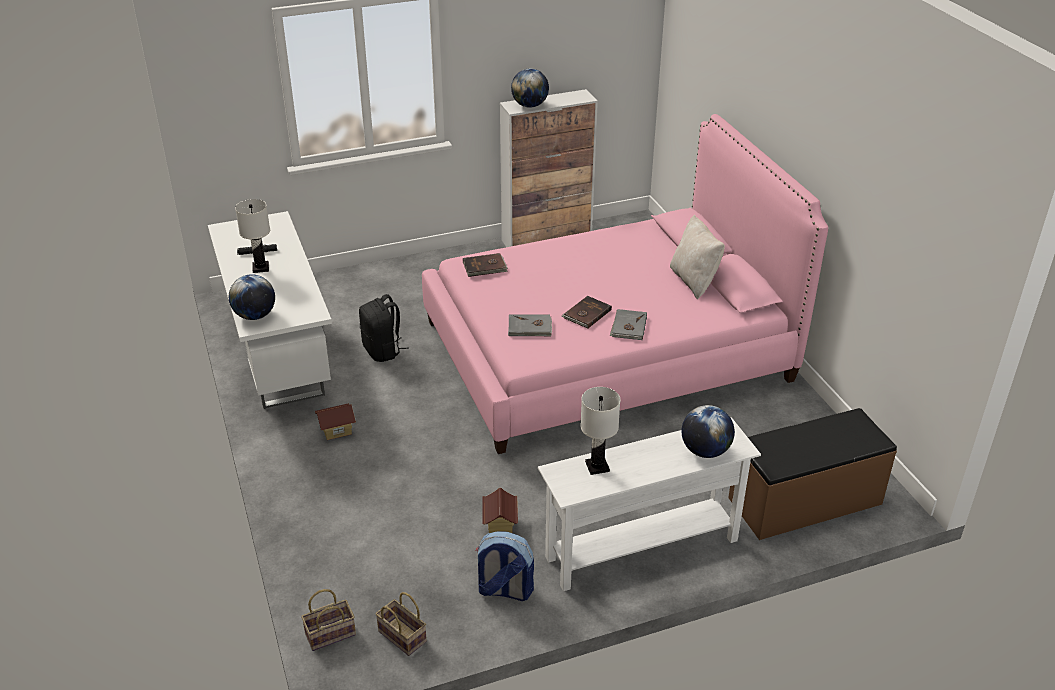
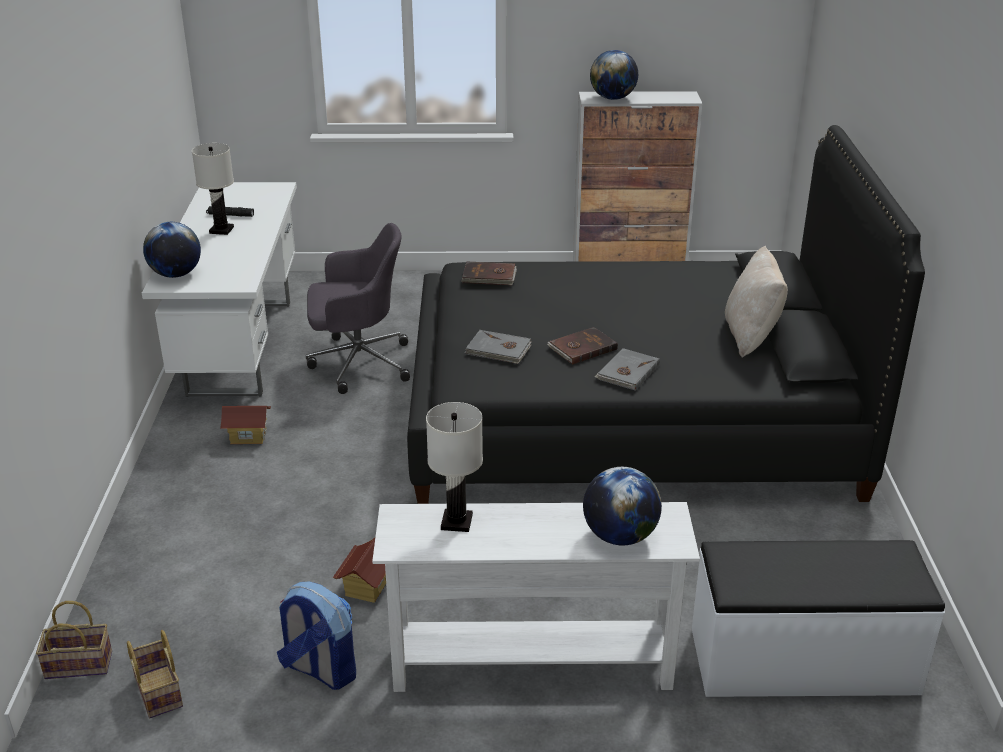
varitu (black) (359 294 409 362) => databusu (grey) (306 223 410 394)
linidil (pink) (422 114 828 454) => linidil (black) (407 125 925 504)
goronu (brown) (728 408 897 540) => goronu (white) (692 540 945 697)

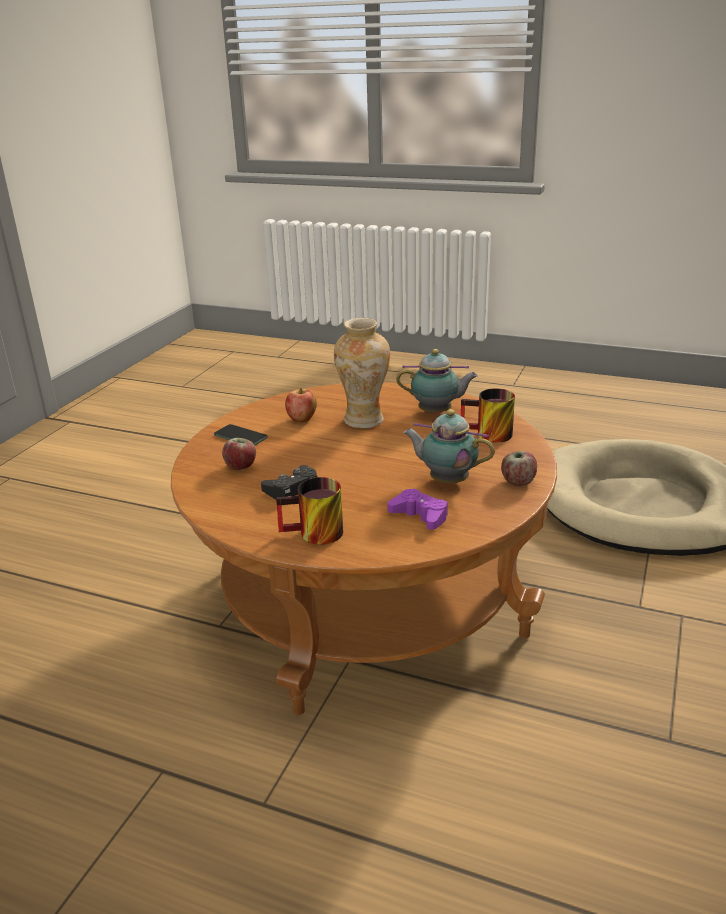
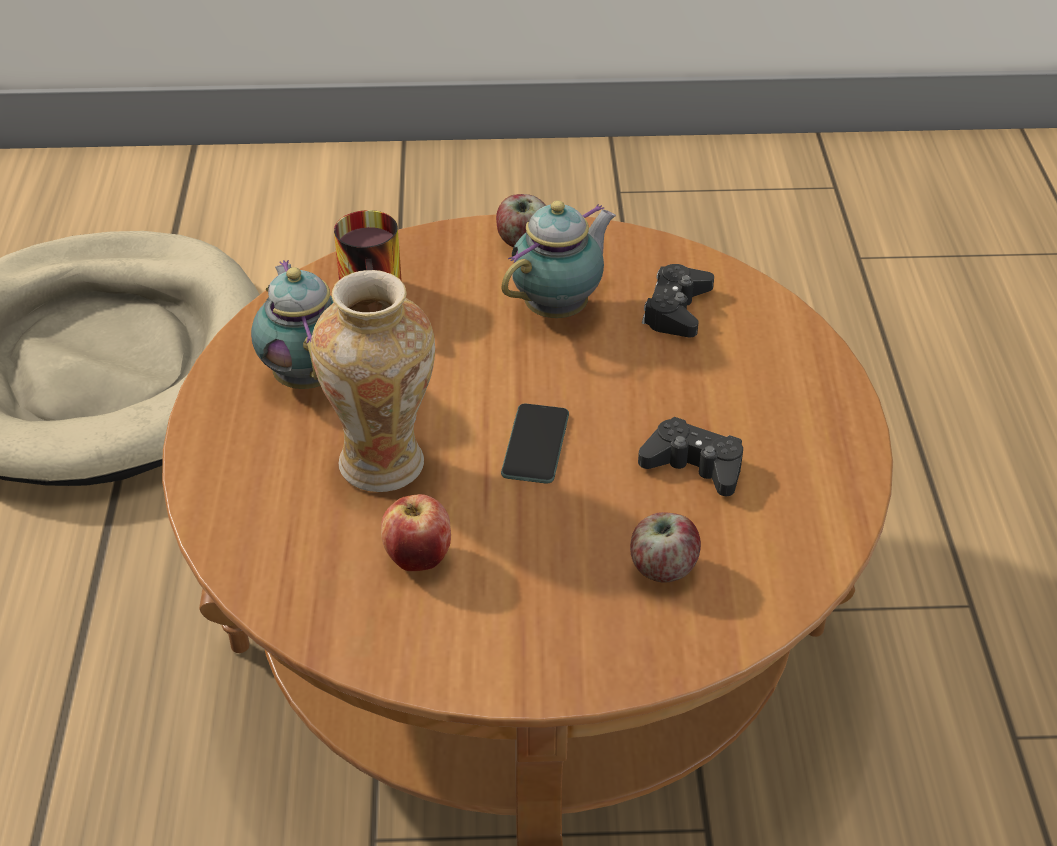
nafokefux (214 424 268 445) => nafokefux (501 404 569 484), shifted
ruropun (276 477 343 545) => nothing
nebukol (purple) (387 489 448 530) => nebukol (black) (642 264 714 337)
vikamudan (403 409 495 483) => vikamudan (501 200 616 318), 135 degrees counterclockwise

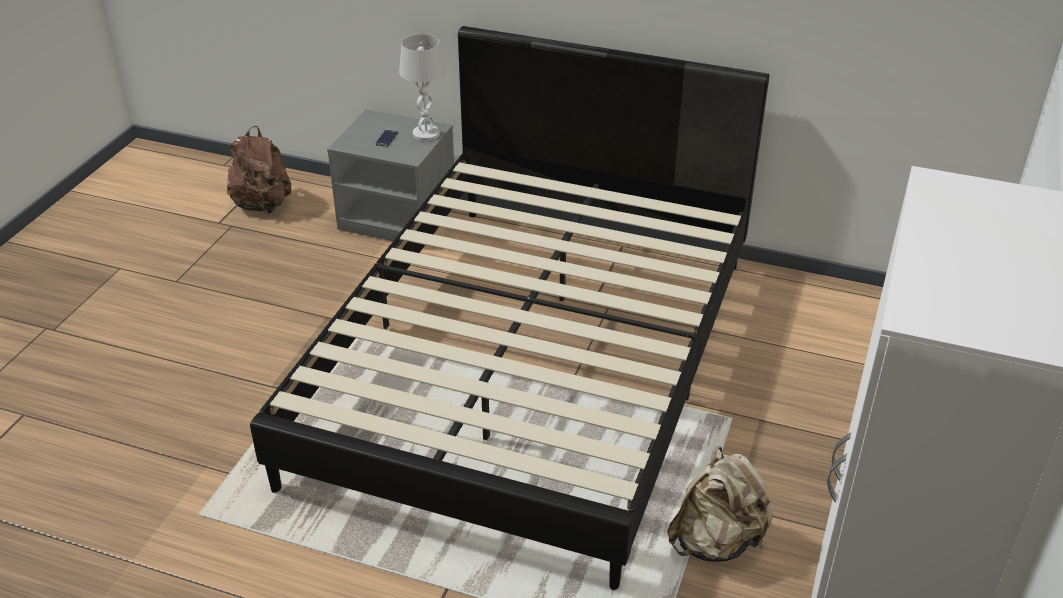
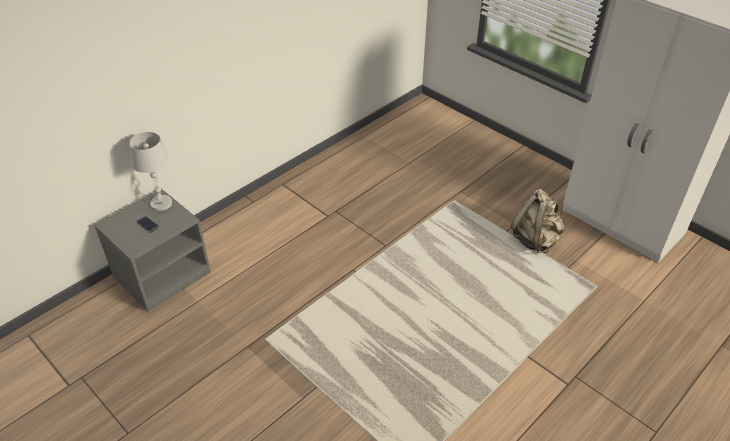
varitu (brown) (227 126 291 214) => nothing
linidil (black) (250 26 769 590) => nothing

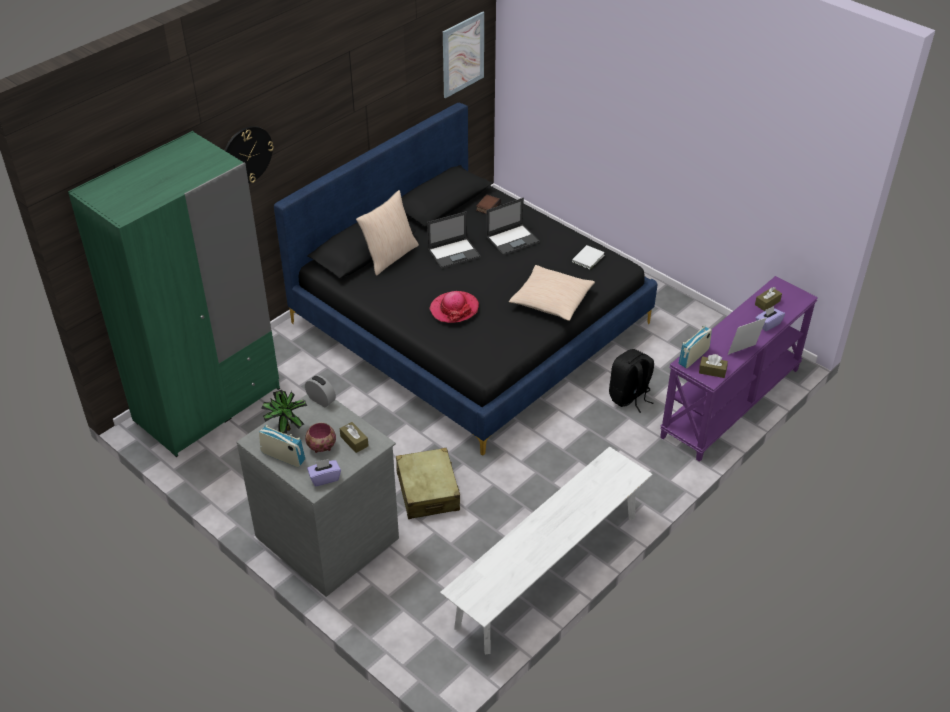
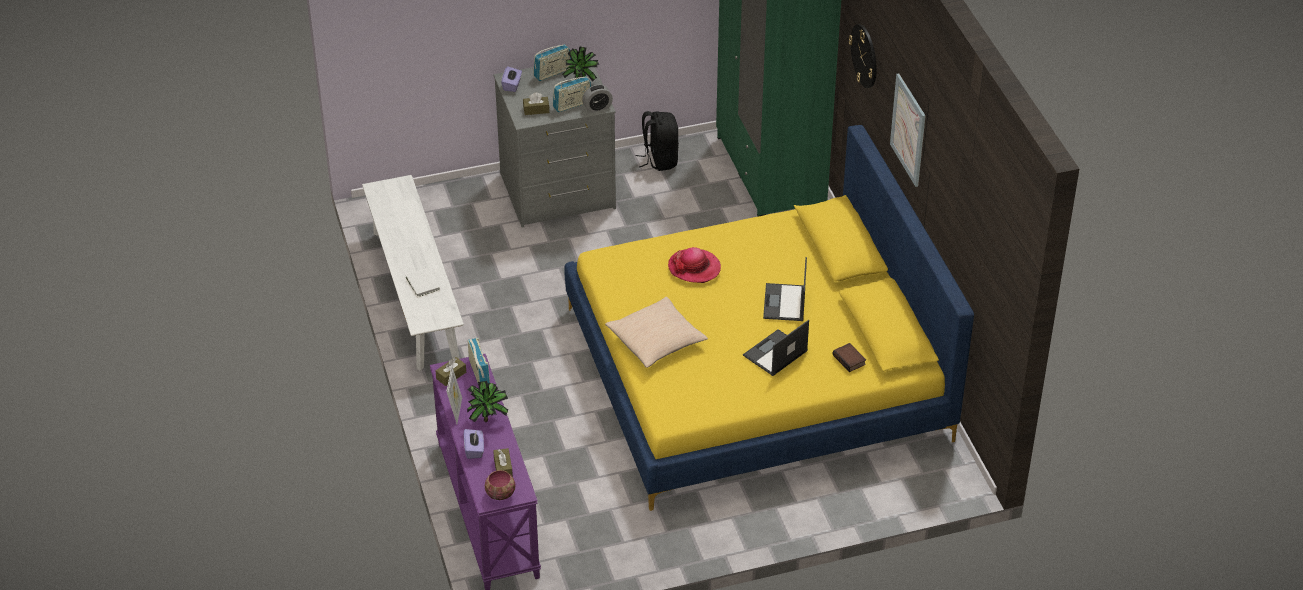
linidil (black) (274 103 658 456) => linidil (yellow) (564 125 974 511)
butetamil (305 423 336 453) => butetamil (485 470 515 500), shifted
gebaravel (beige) (356 190 419 276) => nothing
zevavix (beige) (396 448 460 519) => nothing
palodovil (443 11 484 98) => palodovil (890 73 926 187), shifted
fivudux (486 198 540 256) => fivudux (743 320 809 376), 45 degrees clockwise
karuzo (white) (572 245 605 270) => karuzo (white) (406 268 440 297), shifted
varitu (black) (609 349 654 413) => varitu (black) (636 111 679 171), shifted
nothing => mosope (467 381 508 422)
nothing => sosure (553 76 591 112)

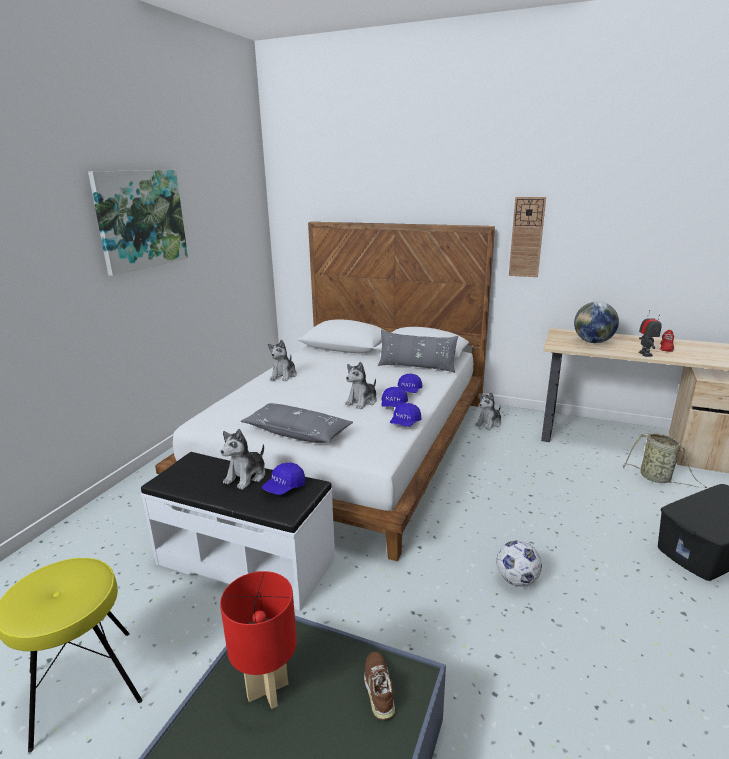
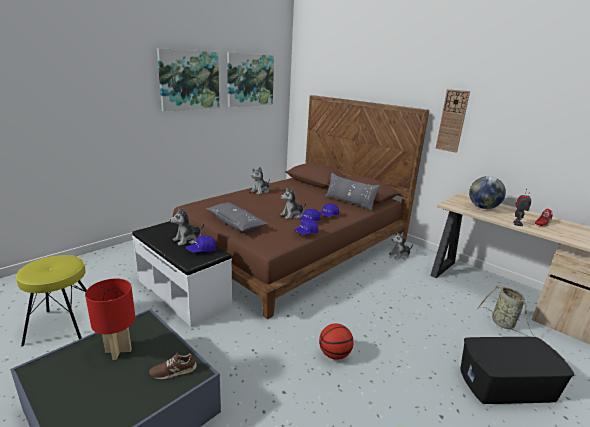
linidil (white) (155 222 495 561) => linidil (brown) (173 95 429 319)
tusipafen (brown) (364 652 395 720) => tusipafen (brown) (149 353 197 380), 120 degrees counterclockwise
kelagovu (496 540 542 587) => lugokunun (319 323 354 360)
nothing => palodovil (227 52 274 107)

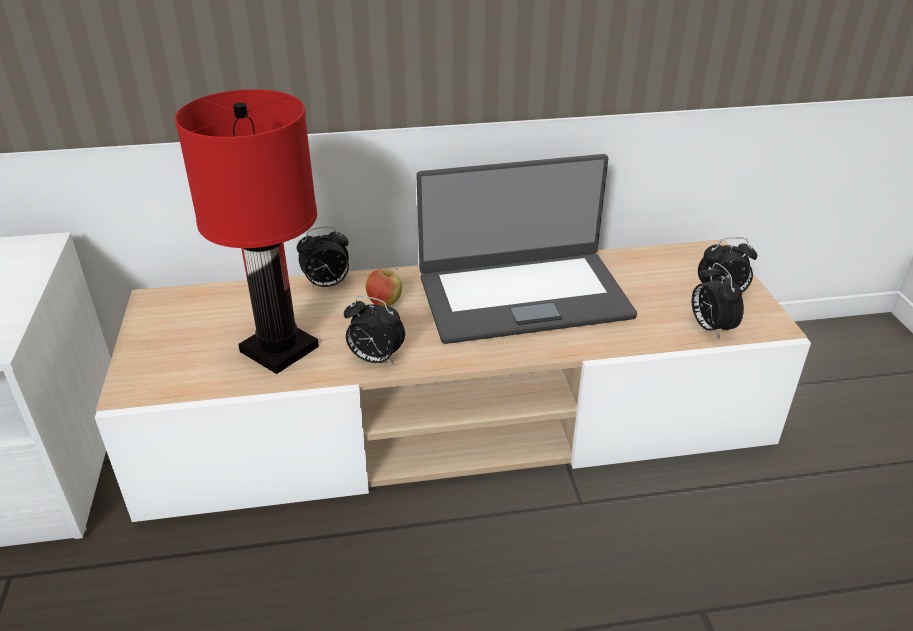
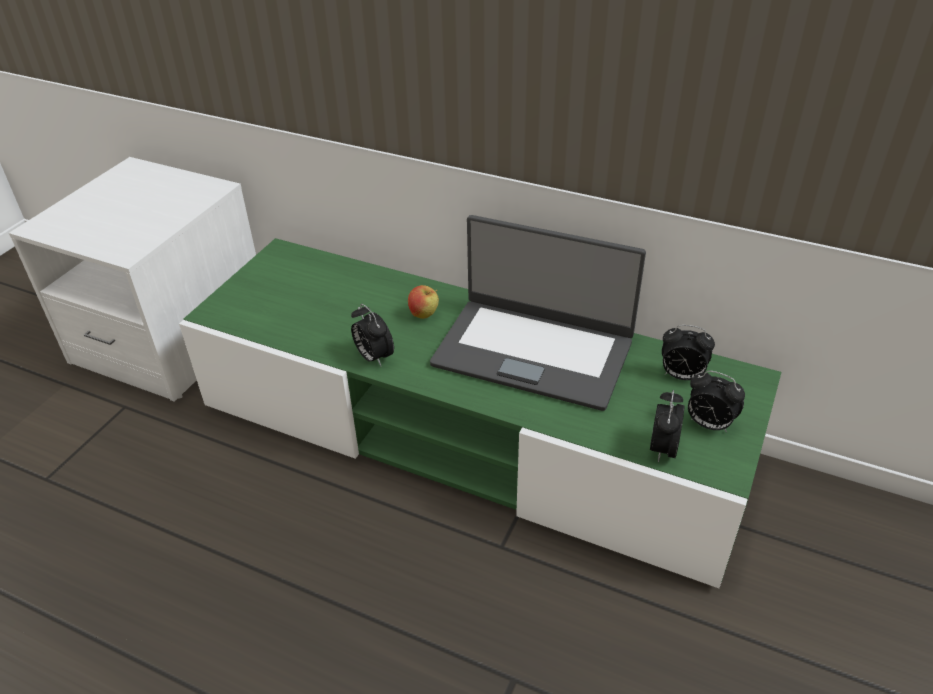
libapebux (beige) (95 239 811 522) => libapebux (green) (179 238 781 588)
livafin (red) (175 89 319 374) => nothing
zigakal (297 226 349 289) => zigakal (662 325 715 380), shifted

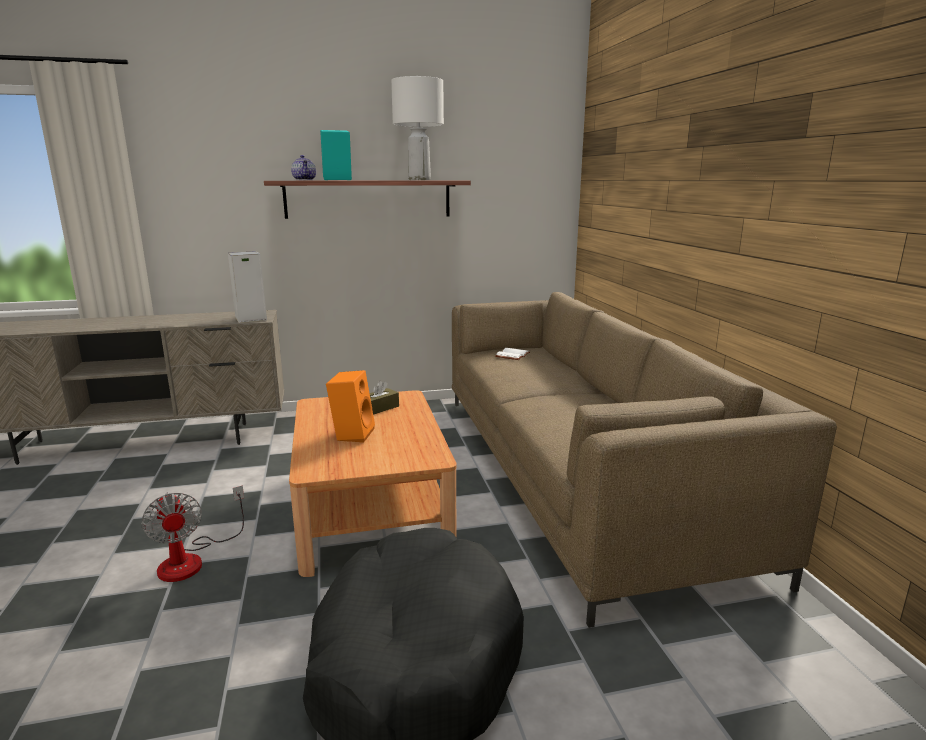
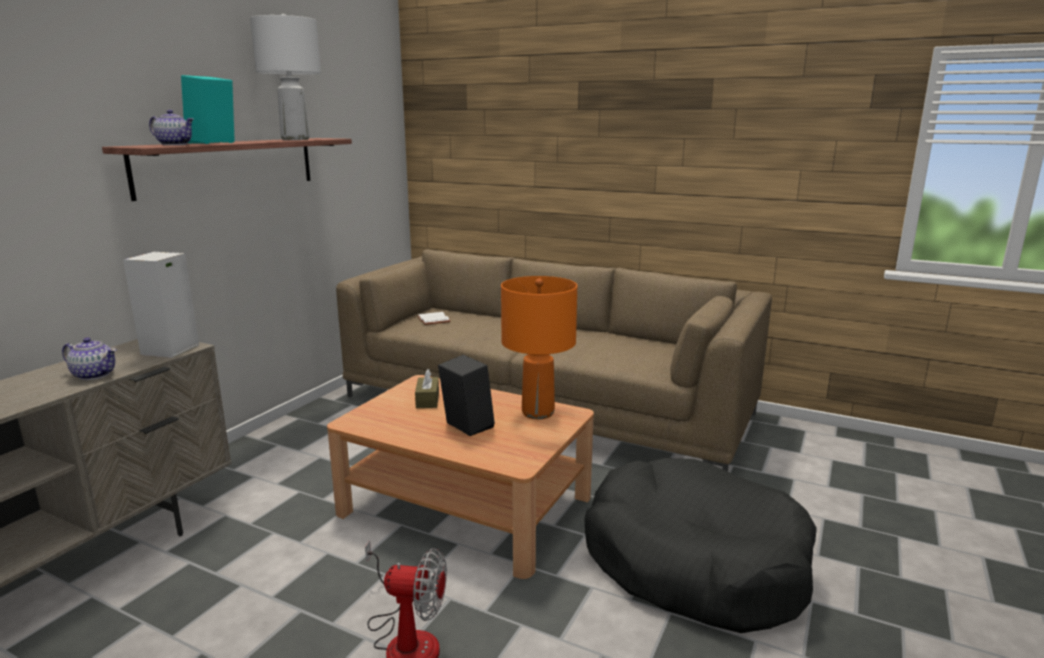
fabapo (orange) (326 370 375 443) => fabapo (black) (438 355 495 436)
nothing => vikamudan (62 337 117 380)
nothing => livafin (orange) (501 276 577 419)

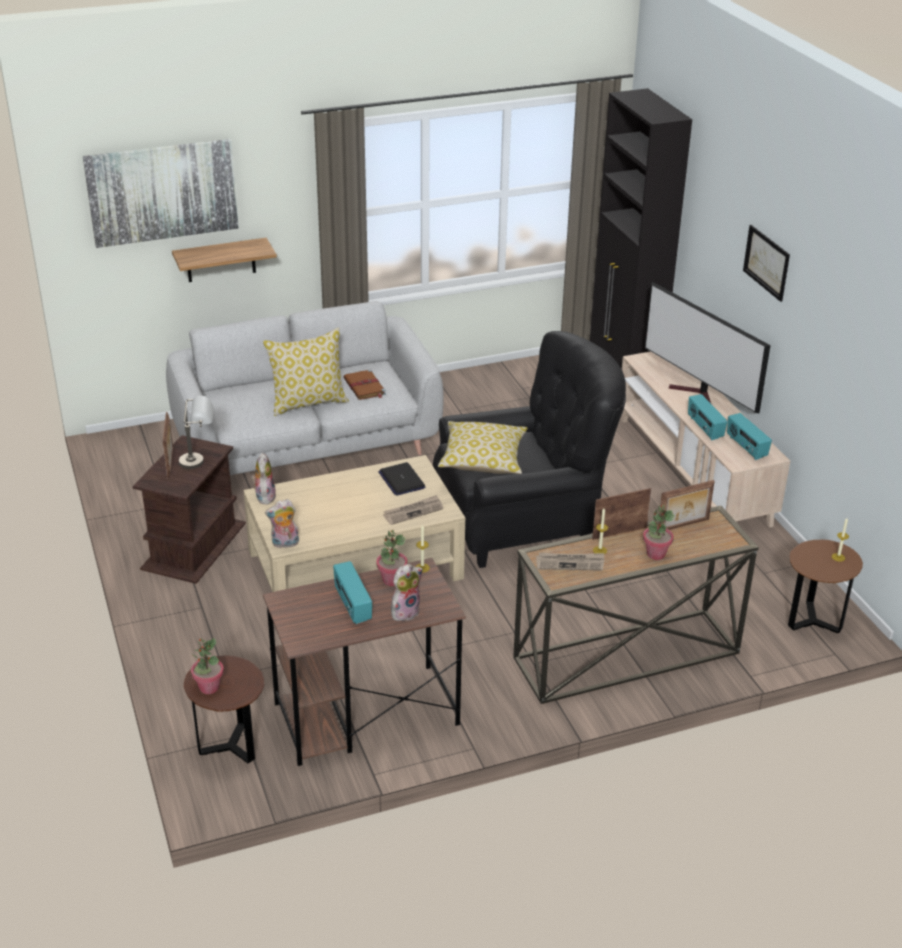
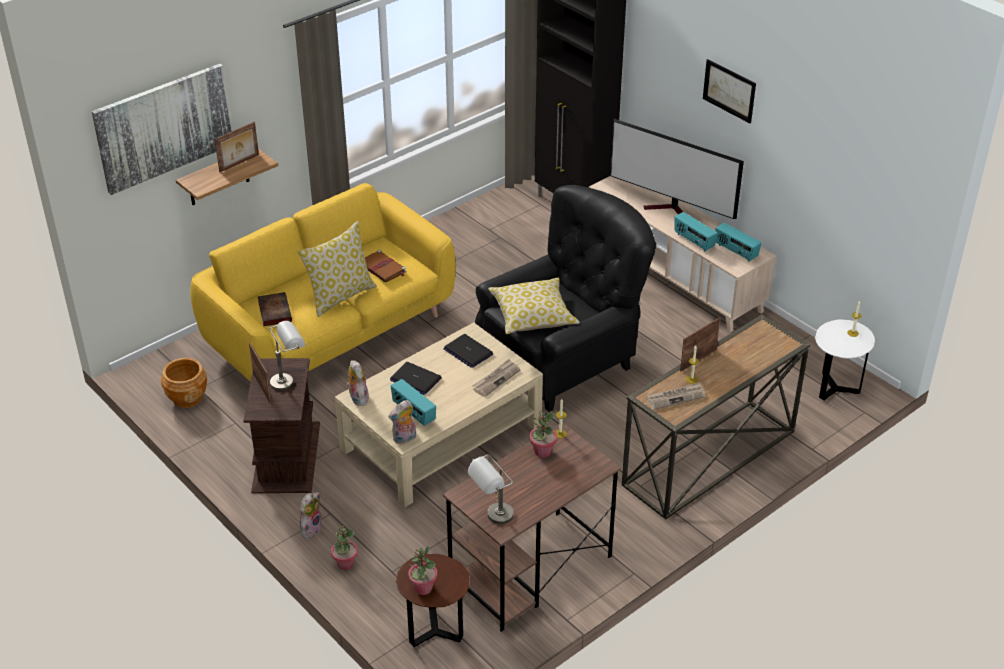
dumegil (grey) (166 301 444 475) => dumegil (yellow) (190 183 456 382)
sosure (333 561 372 624) => sosure (391 379 436 426), shifted
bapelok (391 564 423 621) => bapelok (299 492 323 538), shifted
mosope (643 505 674 560) => mosope (331 526 358 570), shifted
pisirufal (658 480 715 530) => pisirufal (215 122 259 172), shifted
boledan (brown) (788 540 863 633) => boledan (white) (815 320 875 401)
nothing => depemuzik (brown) (161 358 207 408)
nothing => karuzo (258 292 292 326)
nothing => fivudux (390 362 442 395)
nothing => livafin (grey) (468 454 514 524)

